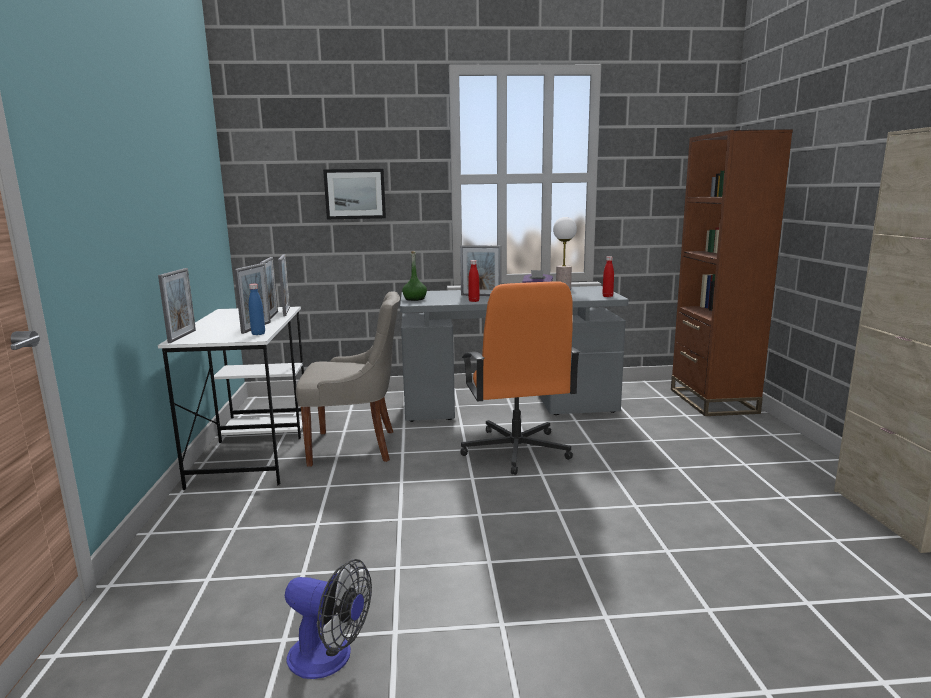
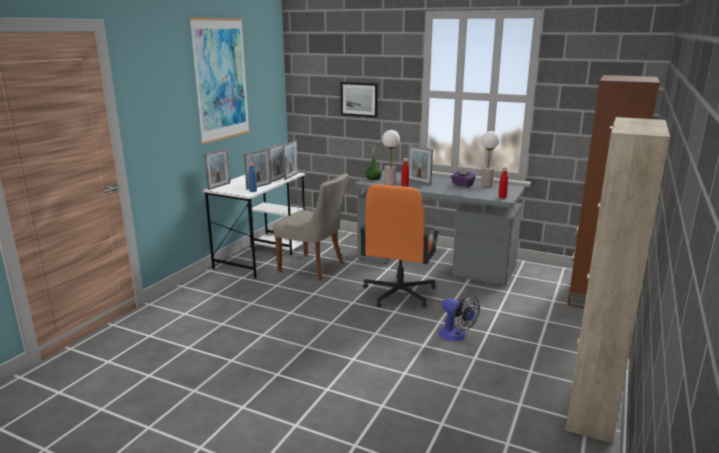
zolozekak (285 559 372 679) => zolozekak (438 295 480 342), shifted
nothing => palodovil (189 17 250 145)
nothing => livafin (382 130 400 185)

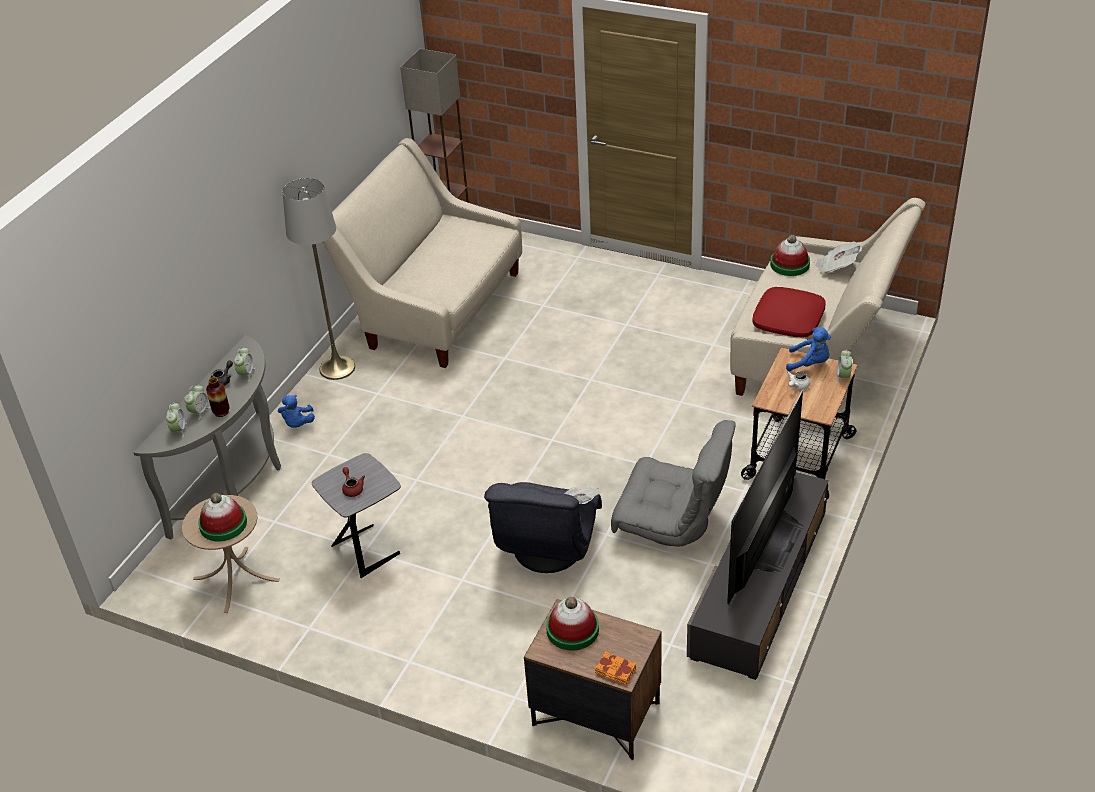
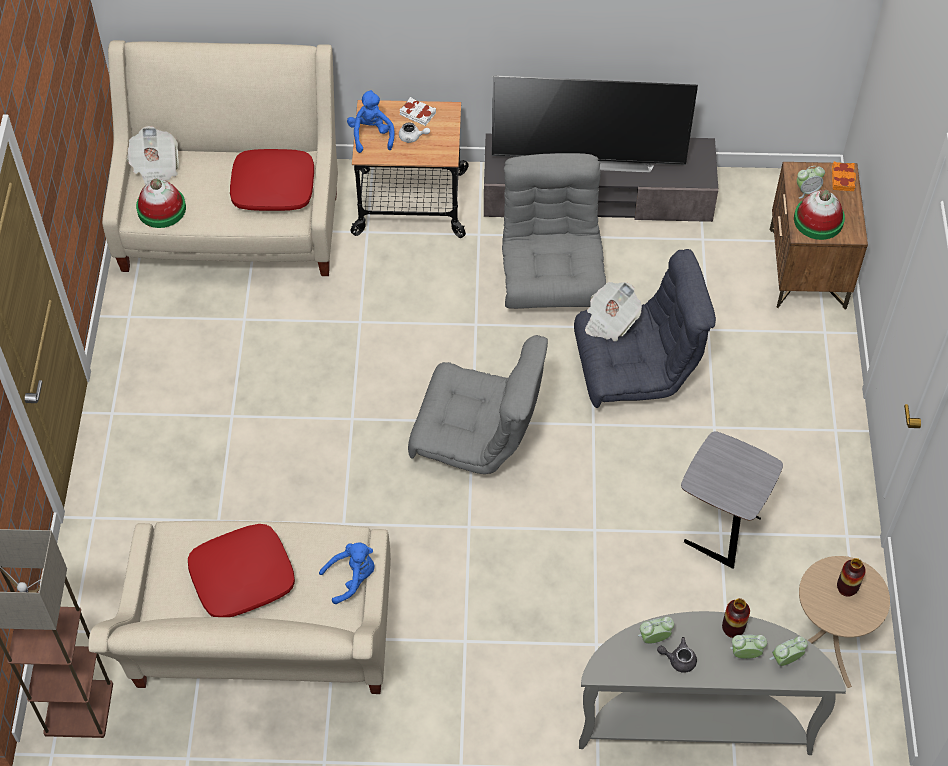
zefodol (198 493 247 541) => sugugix (837 558 866 597)
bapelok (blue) (278 395 315 428) => bapelok (blue) (319 543 375 604), shifted
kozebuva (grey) (283 178 355 380) => nothing
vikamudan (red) (342 467 365 497) => nothing
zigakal (837 350 852 384) => zigakal (797 166 825 199), shifted
nothing => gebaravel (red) (188 524 295 617)
nothing => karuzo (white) (400 97 436 126)
nothing => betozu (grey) (408 335 548 474)

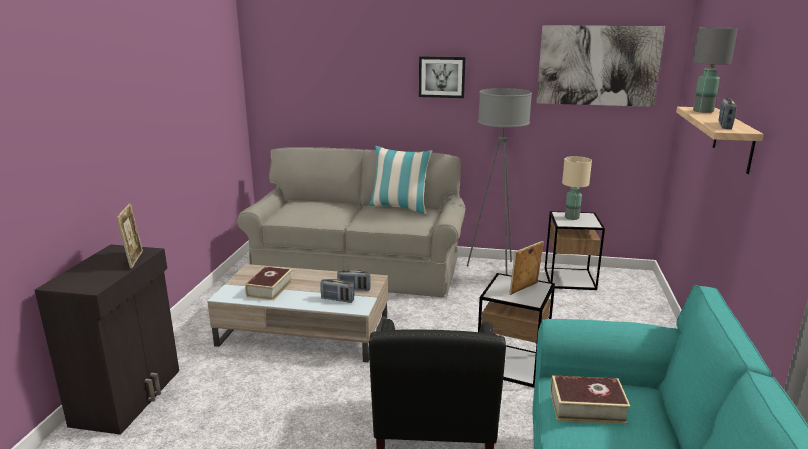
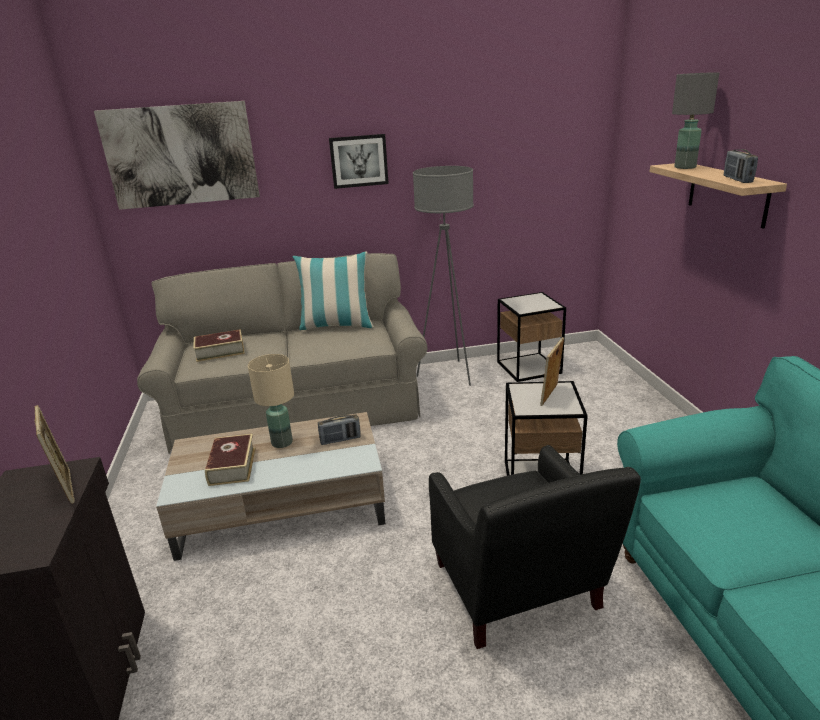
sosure (321 279 354 303) => nothing
palodovil (537 25 665 107) => palodovil (94 101 260 210), shifted
karuzo (550 375 630 424) => karuzo (193 329 245 362), shifted
livafin (beige) (562 156 592 220) => livafin (beige) (248 354 294 448), shifted

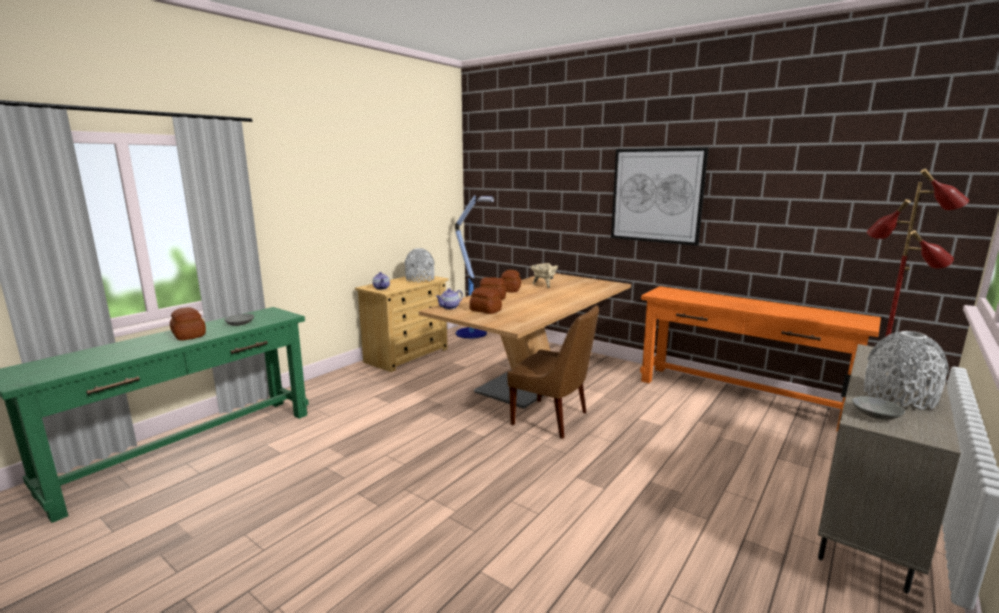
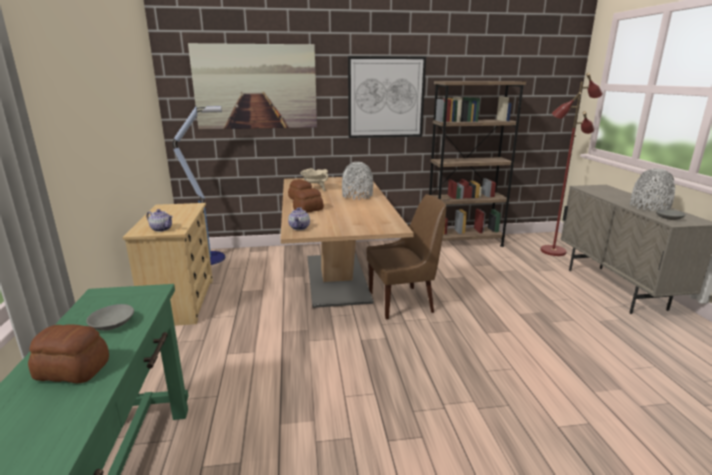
sugugix (grey) (404 248 435 283) => sugugix (grey) (342 162 373 200), shifted
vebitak (469 287 502 314) => nothing
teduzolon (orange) (640 286 881 432) => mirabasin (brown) (429 81 526 247)
nothing => palodovil (188 43 317 129)

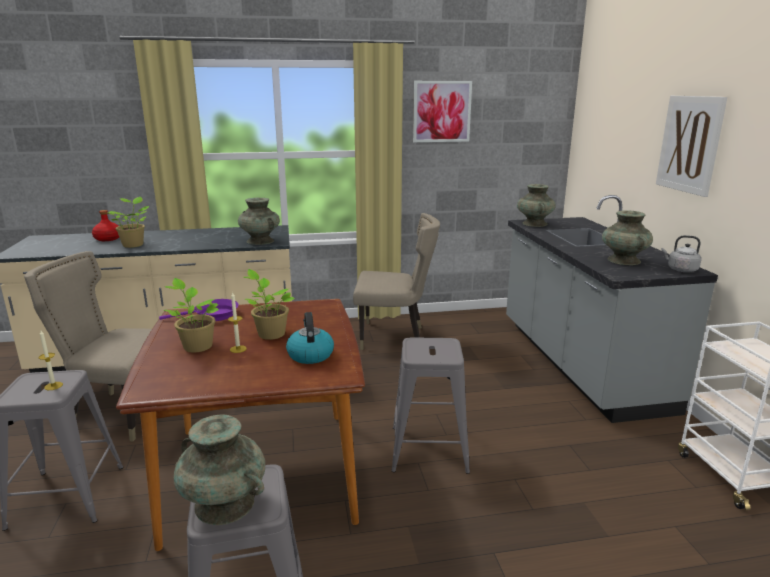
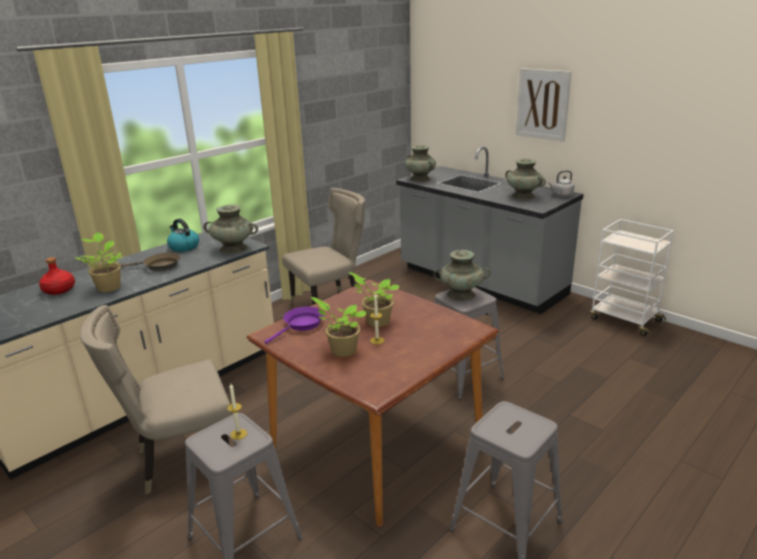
sugugix (turquoise) (174 414 265 525) => sugugix (turquoise) (433 250 491 301), shifted
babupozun (286 312 334 364) => babupozun (167 219 199 252), shifted
palodovil (413 81 472 142) => nothing
nothing => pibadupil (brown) (121 253 180 272)

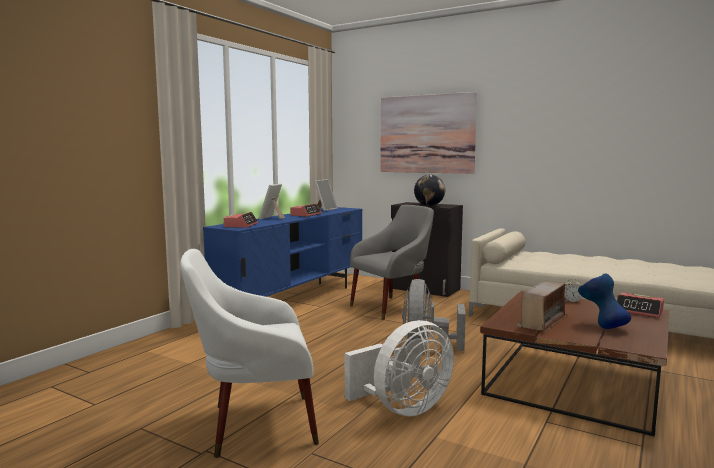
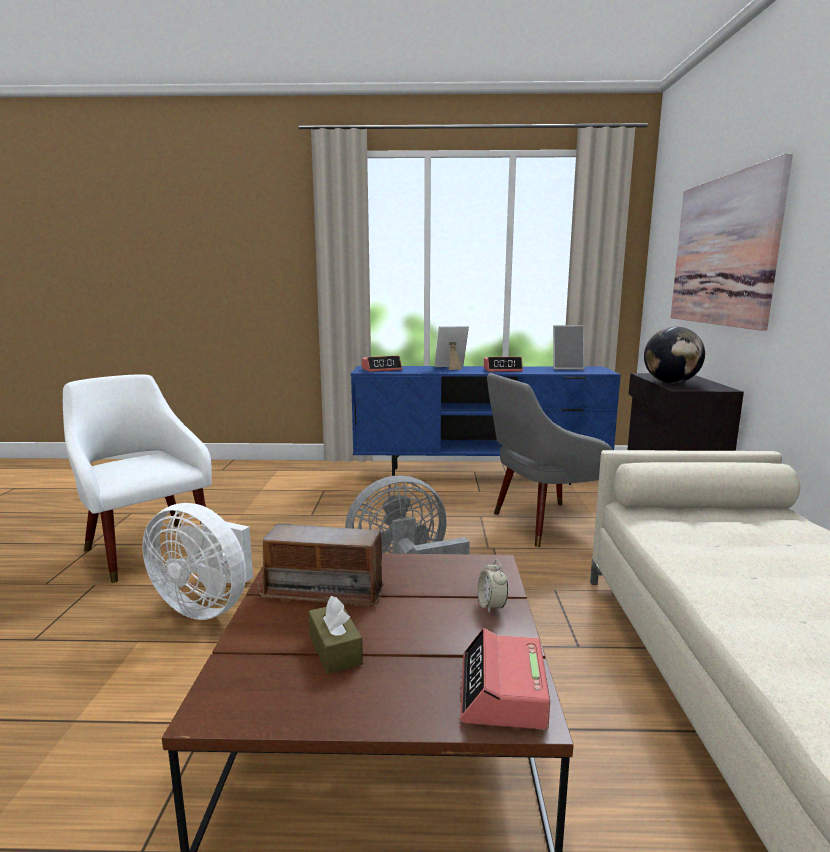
betozu (grey) (350 205 434 320) => betozu (grey) (487 373 613 547), 135 degrees clockwise
sugugix (blue) (578 273 631 329) => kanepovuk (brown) (308 596 363 674)

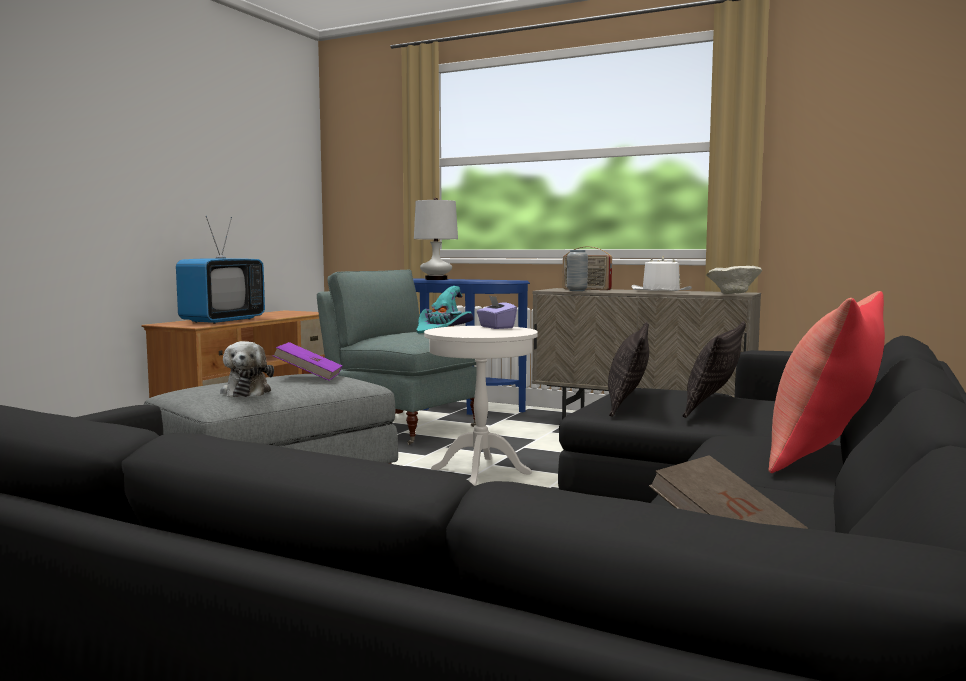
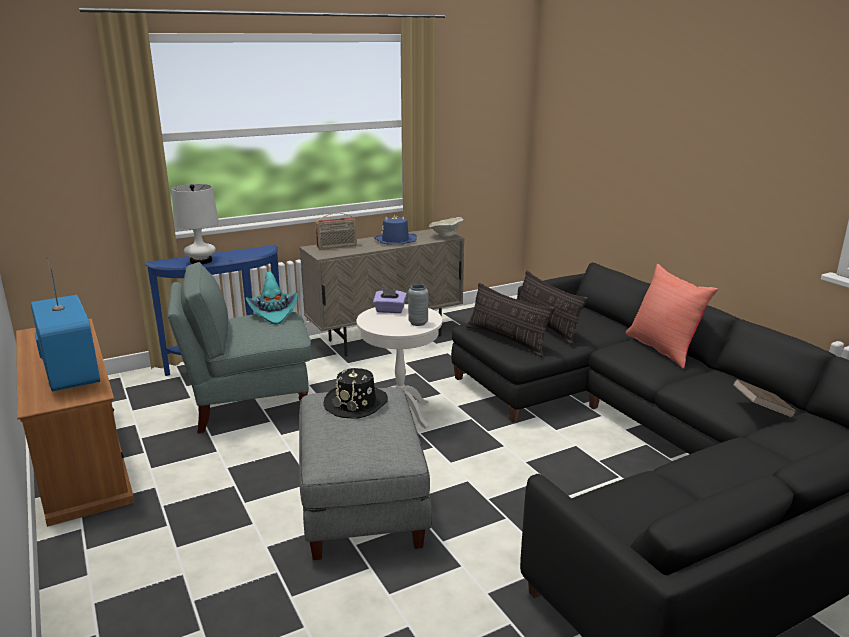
bapelok (220 341 274 397) => nothing
karuzo (purple) (273 342 342 381) => zefodol (black) (323 368 388 419)
sugugix (grey) (567 250 588 291) => sugugix (grey) (408 284 428 326), shifted
zefodol (white) (632 256 692 291) => zefodol (blue) (374 214 417 245)

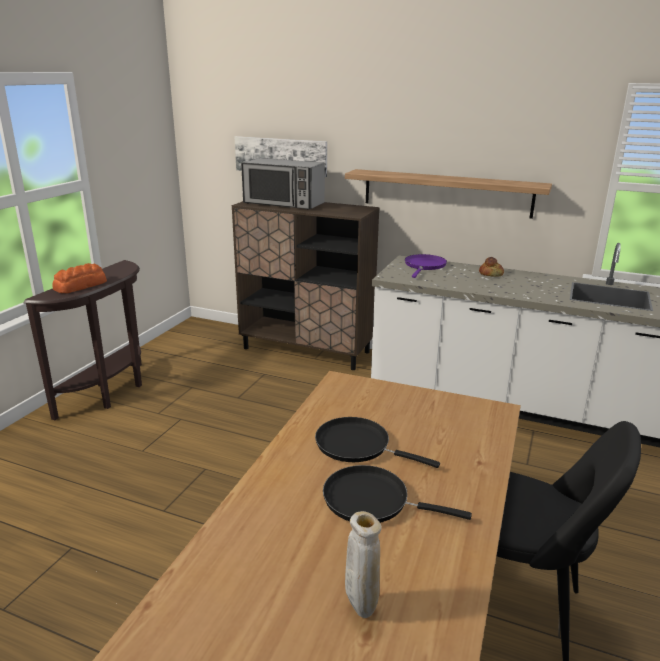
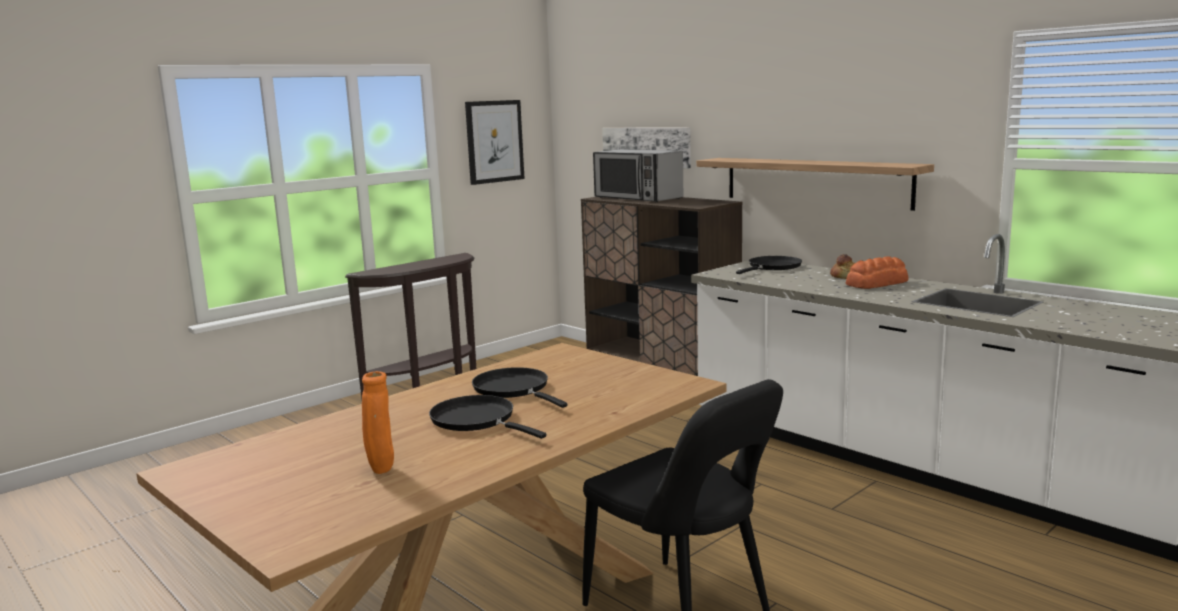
vebitak (52 263 107 293) => vebitak (846 256 909 289), shifted
sugugix (beige) (345 511 382 618) => sugugix (orange) (362 371 394 474)
pibadupil (purple) (405 254 447 278) => pibadupil (black) (736 256 802 274)
nothing => palodovil (465 100 525 185)

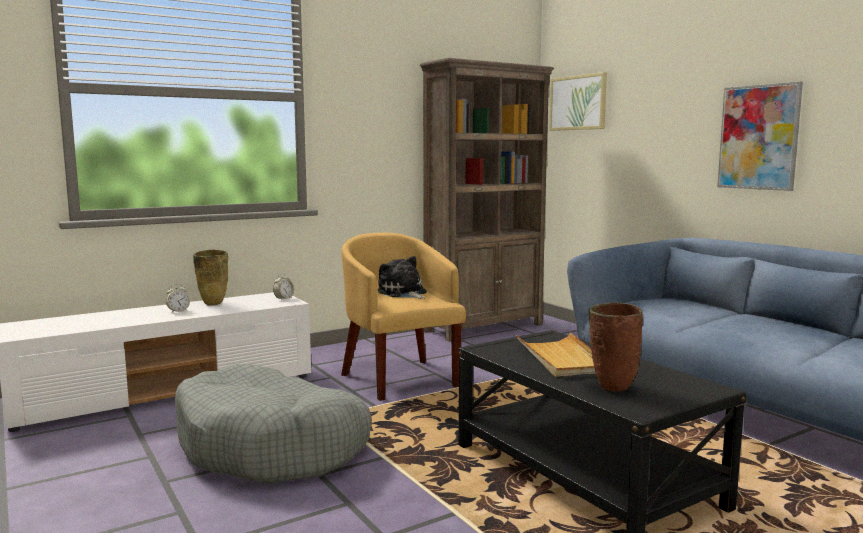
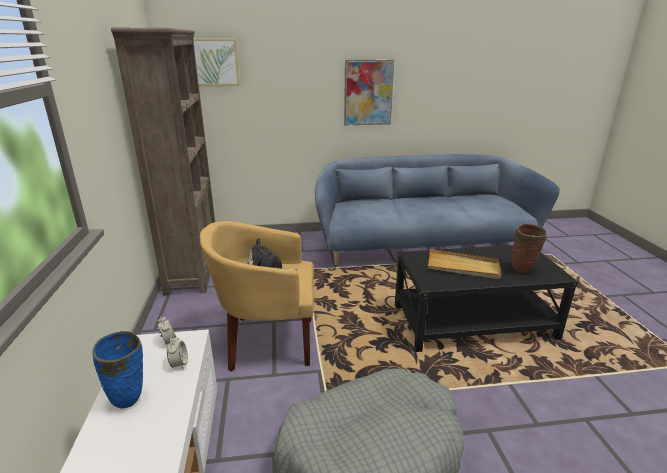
zigakal (166 284 190 313) => zigakal (167 336 188 369), shifted
sugugix (beige) (193 250 228 306) => sugugix (blue) (92 331 143 408)

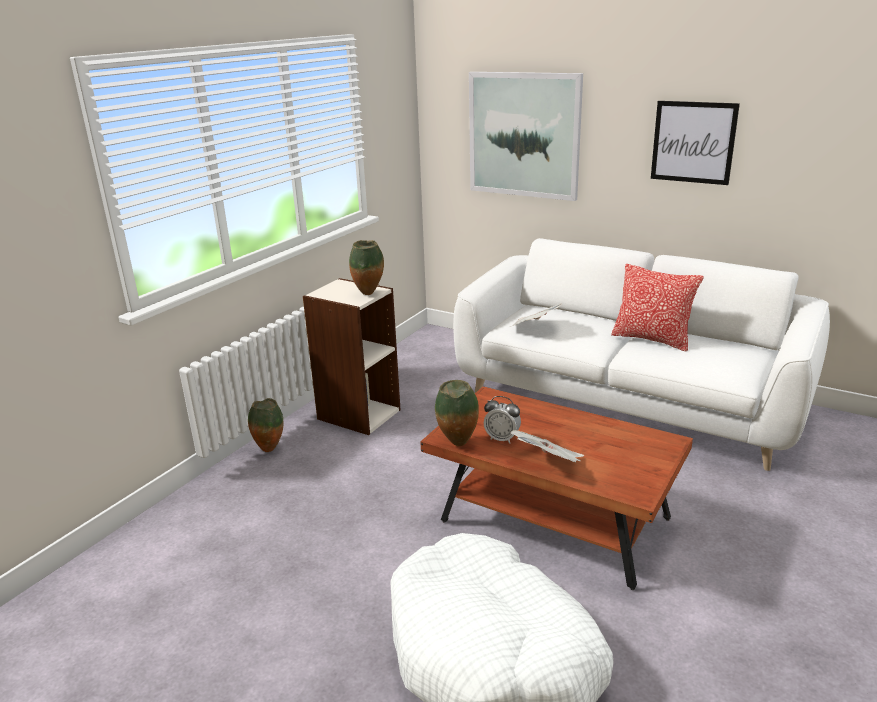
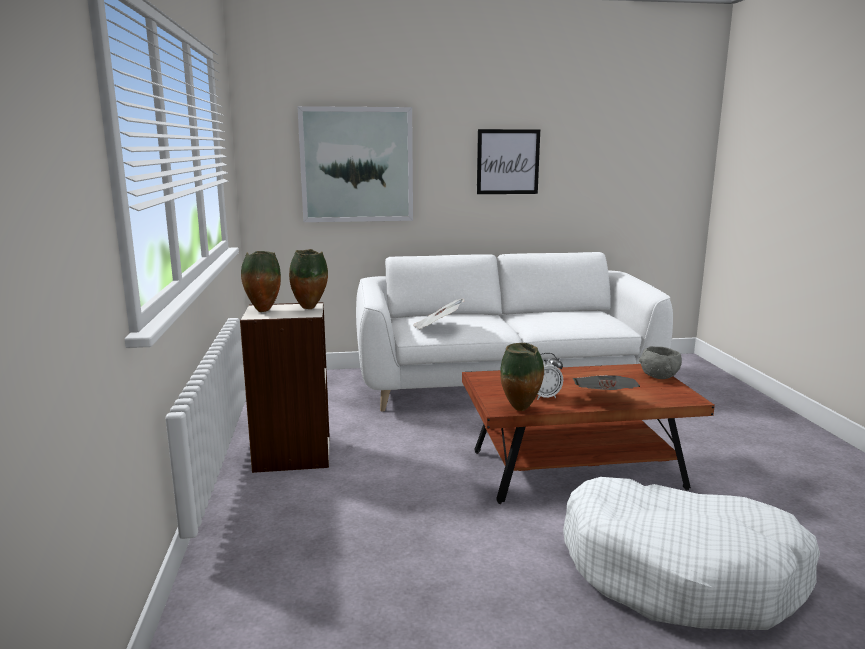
sugugix (248 398 283 452) => sugugix (241 251 281 312), shifted
gebaravel (611 264 704 352) => nothing
nothing => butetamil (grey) (639 346 682 379)

